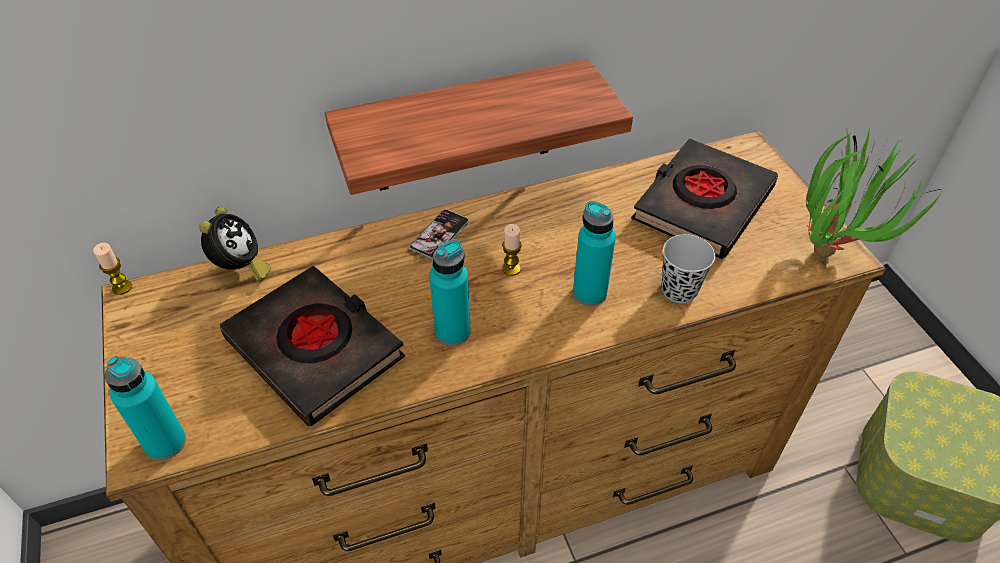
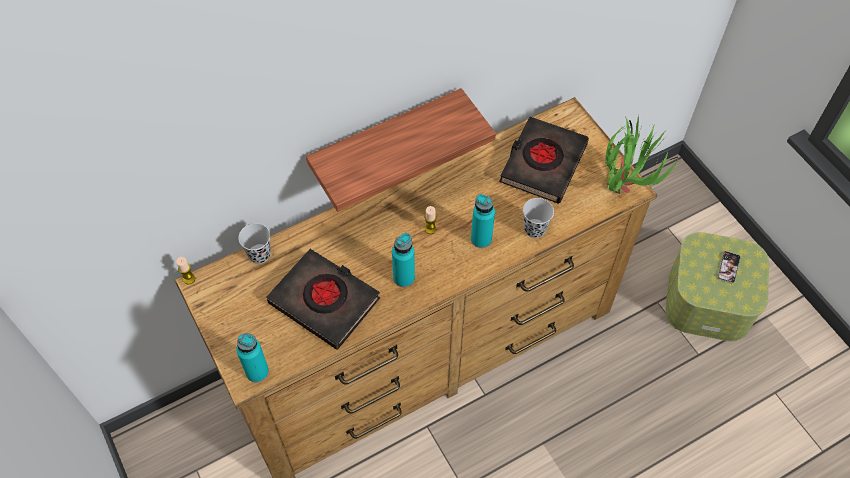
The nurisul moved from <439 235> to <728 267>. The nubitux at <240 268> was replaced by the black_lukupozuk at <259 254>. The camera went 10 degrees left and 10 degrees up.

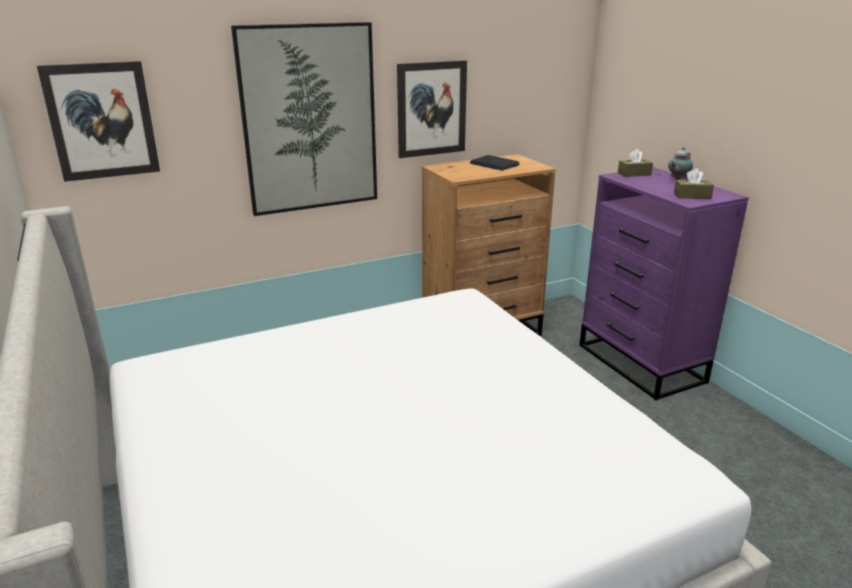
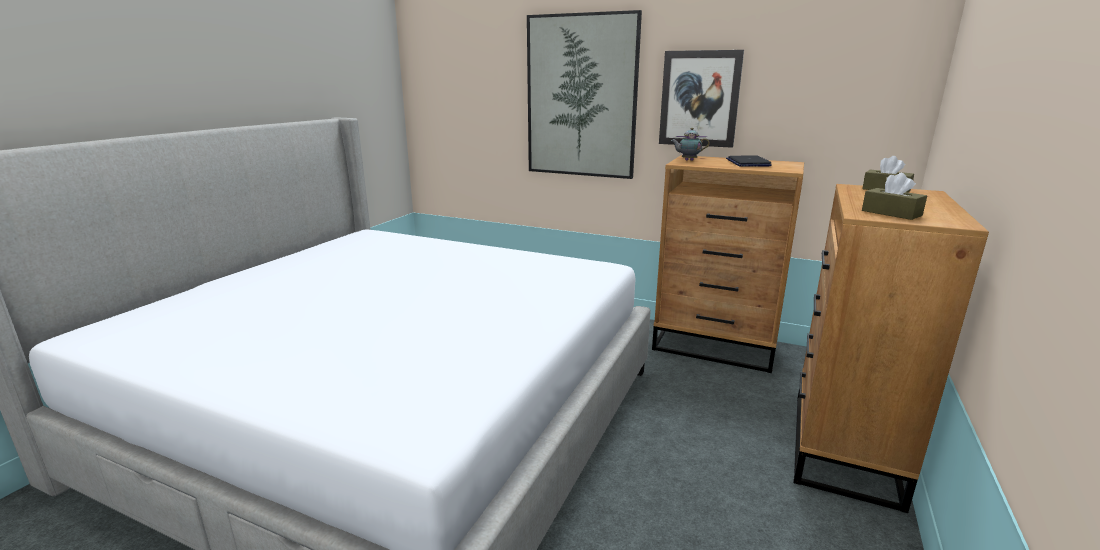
The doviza at <102 121> disappeared. The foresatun moved from <677 179> to <687 160>. The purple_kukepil at <641 364> became the brown_kukepil at <843 448>. The camera went 50 degrees right and 5 degrees down.

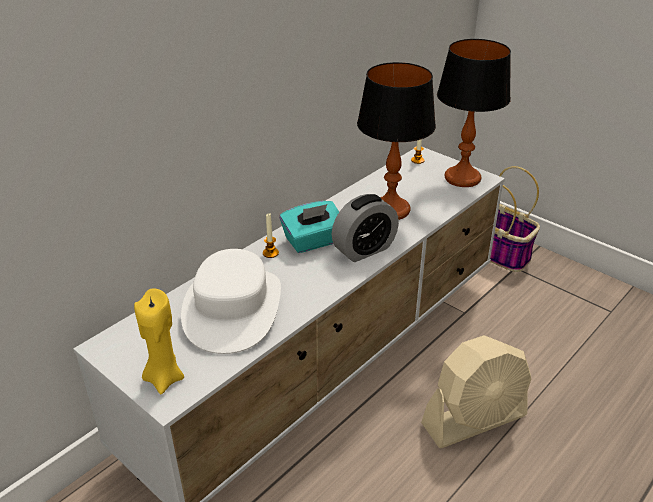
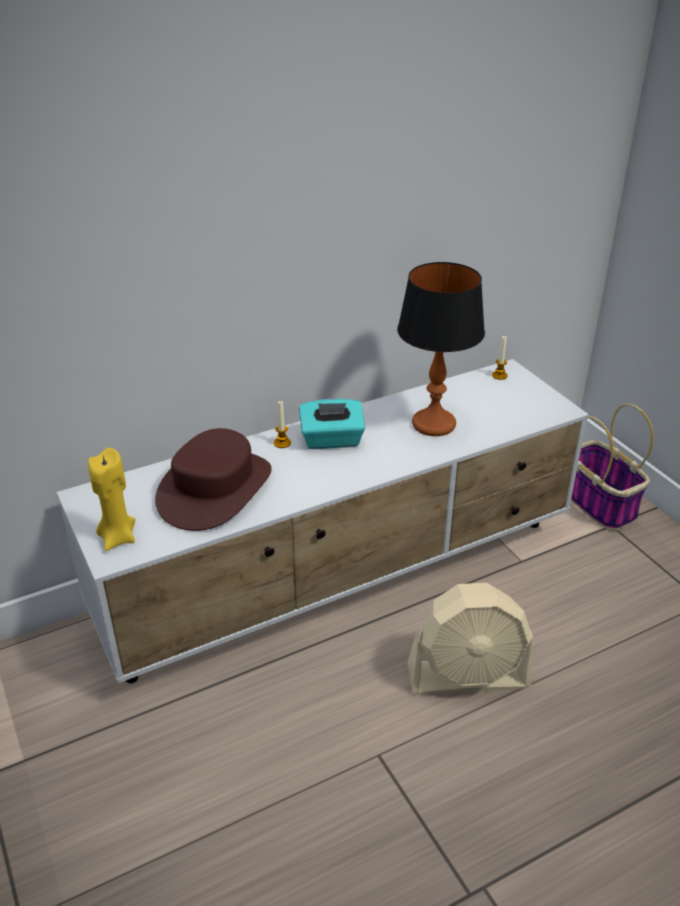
The nubitux at <364 250> disappeared. The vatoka at <462 178> disappeared. The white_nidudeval at <232 308> became the brown_nidudeval at <214 489>. The camera went 20 degrees right and 0 degrees up.

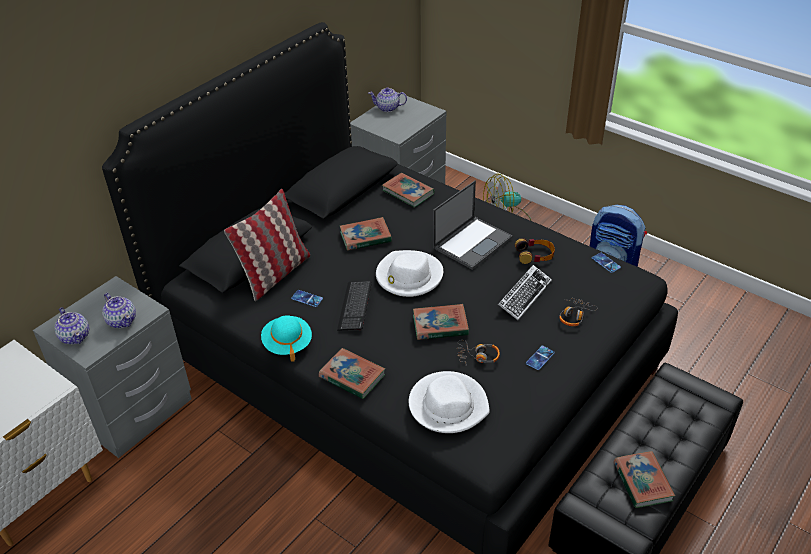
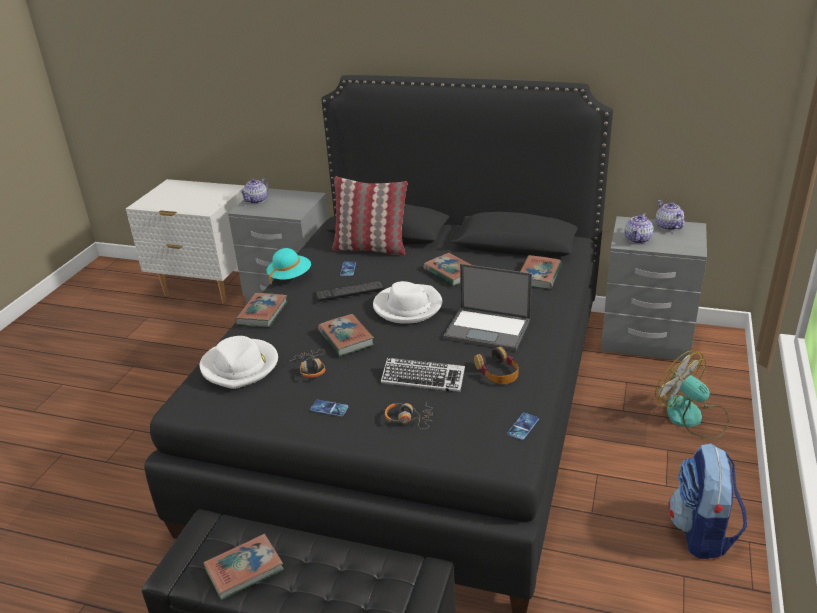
The foresatun moved from <122 320> to <638 239>. The camera went 70 degrees right and 10 degrees down.

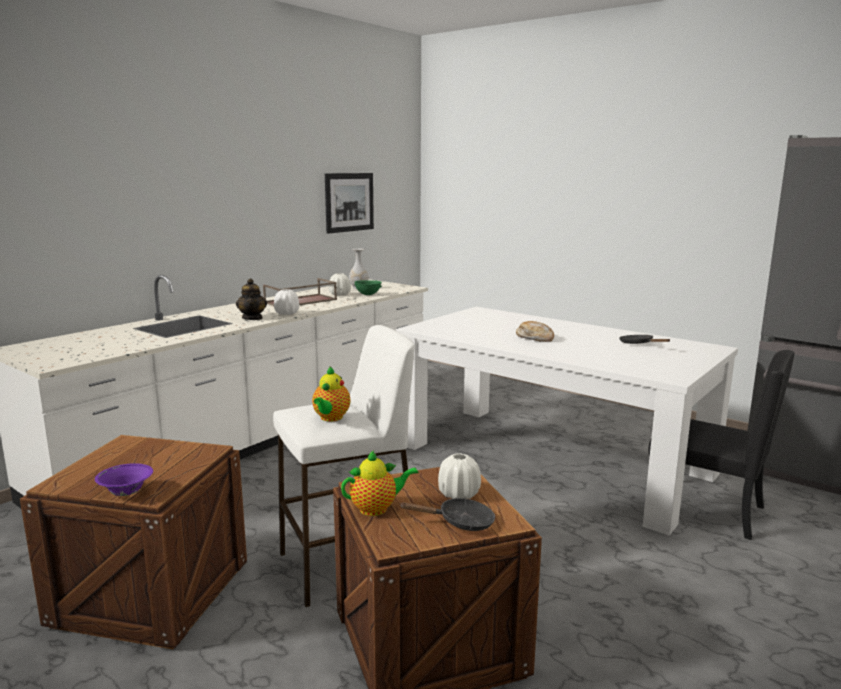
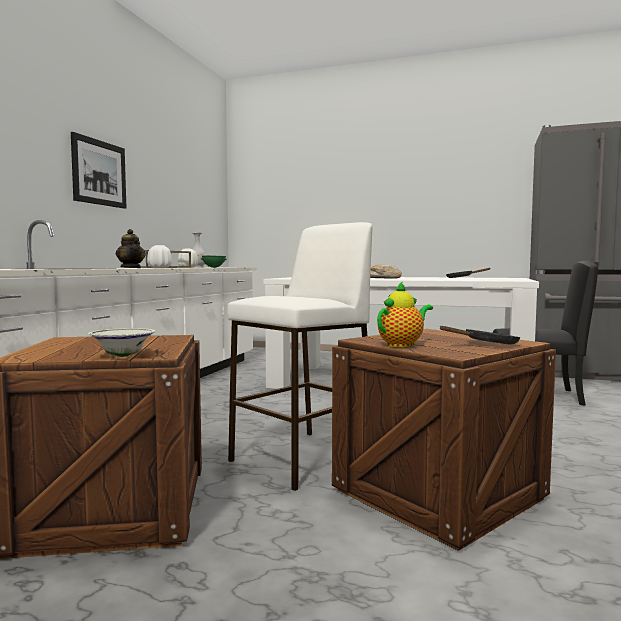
The foresatun at <330 418> disappeared. The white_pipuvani at <459 494> disappeared. The doviza moved from <349 202> to <99 173>. The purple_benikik at <126 493> became the white_benikik at <123 356>. The camera went 20 degrees left and 10 degrees down.

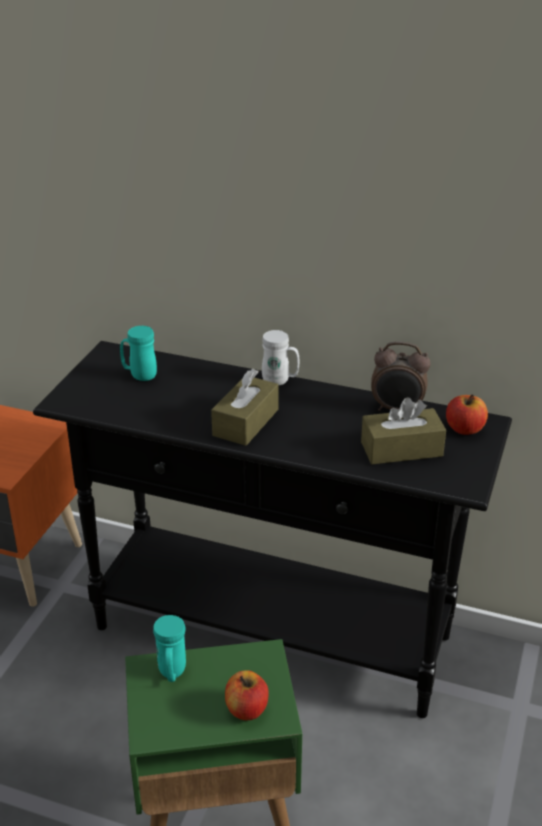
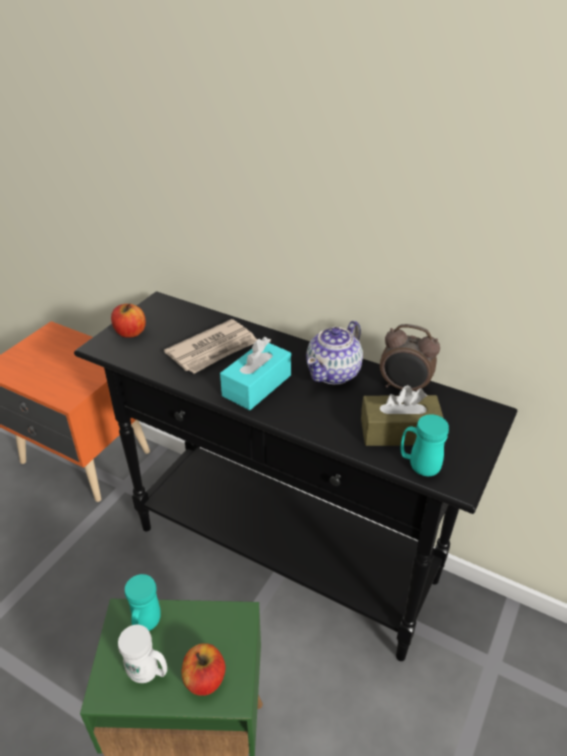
The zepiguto at <213 349> appeared. The foresatun at <334 373> appeared. The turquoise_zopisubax moved from <139 375> to <419 466>. The white_zopisubax moved from <280 381> to <148 673>. The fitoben moved from <464 429> to <130 332>. The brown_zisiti at <246 422> became the turquoise_zisiti at <257 385>. The camera went 10 degrees right and 5 degrees up.

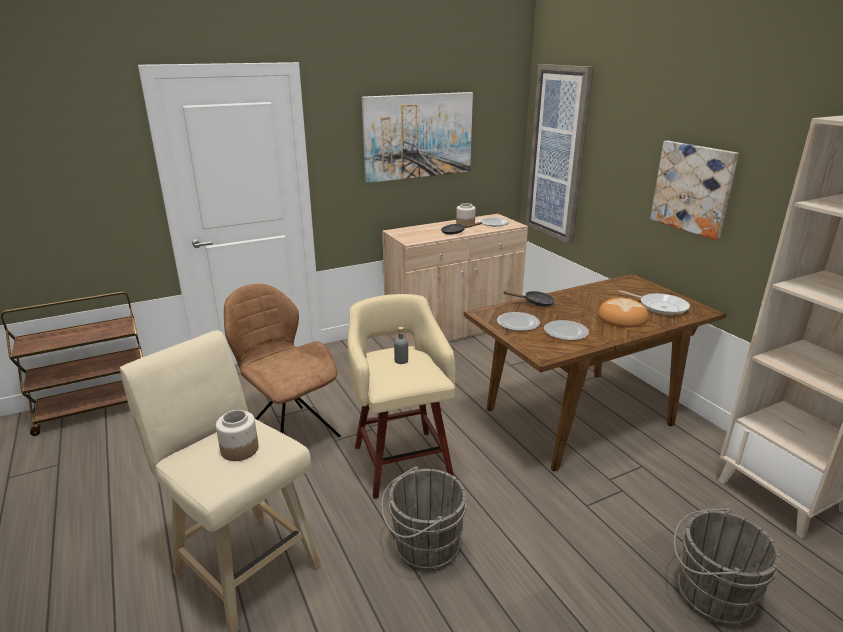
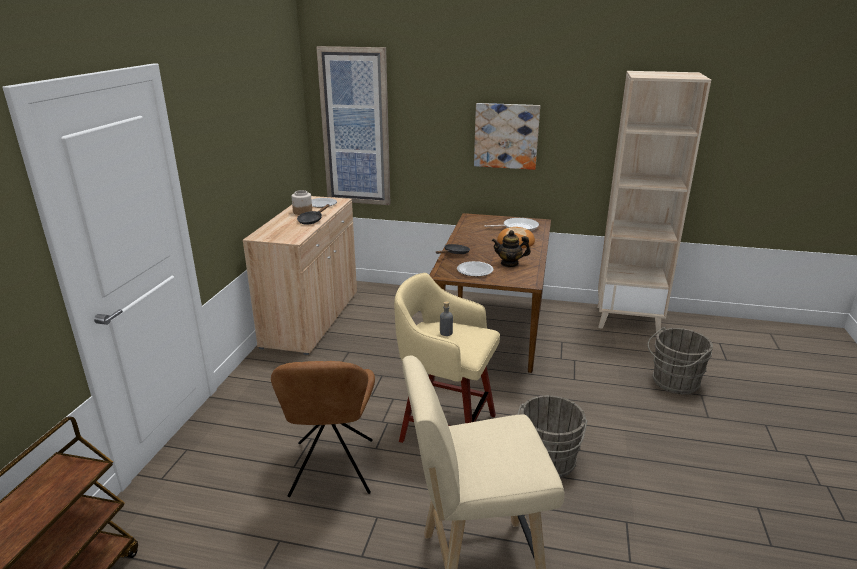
The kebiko at <239 450> disappeared. The doviza at <418 136> disappeared. The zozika at <566 332> was replaced by the foresatun at <509 263>. The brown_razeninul at <289 434> turned 90 degrees counterclockwise. The camera went 50 degrees left and 0 degrees up.

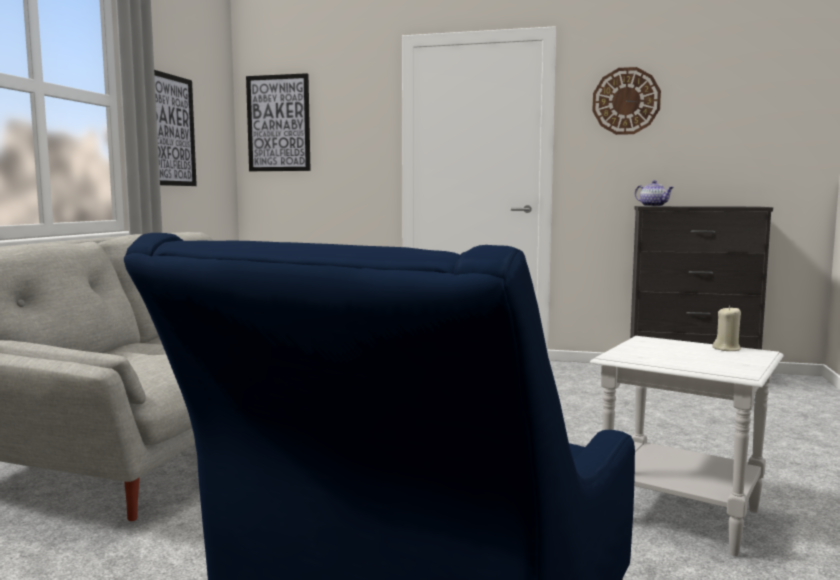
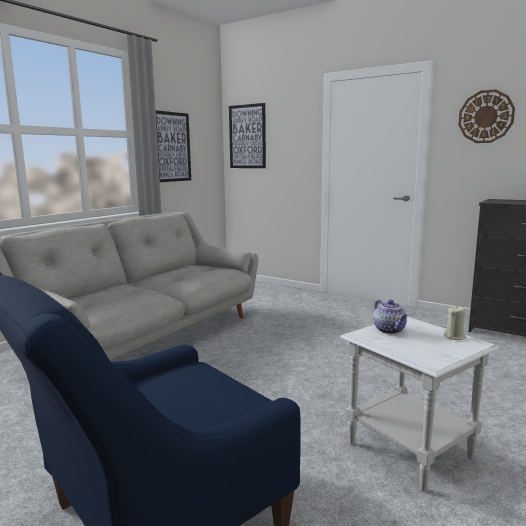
The foresatun moved from <654 206> to <390 330>. The camera went 20 degrees right and 5 degrees up.

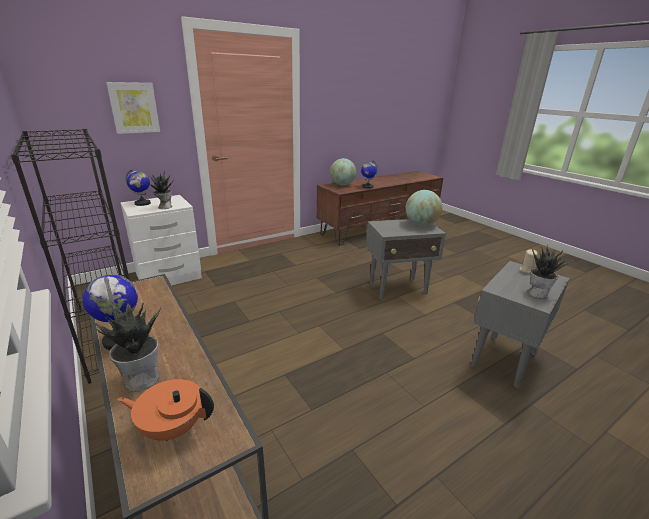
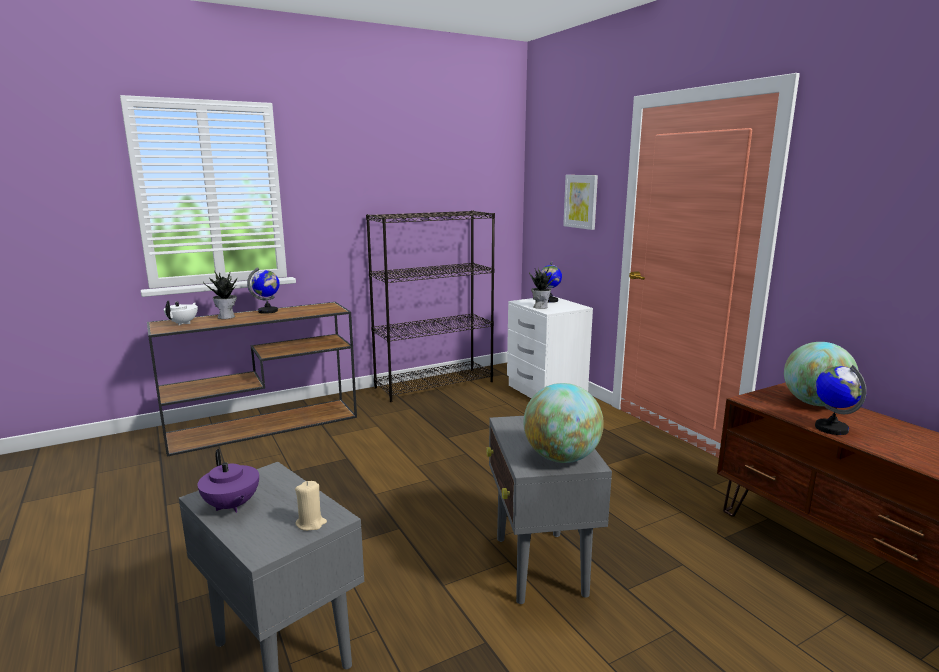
The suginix at <537 293> was replaced by the purple_foresatun at <231 506>. The orange_foresatun at <172 427> became the white_foresatun at <183 323>. The camera went 95 degrees right and 10 degrees down.

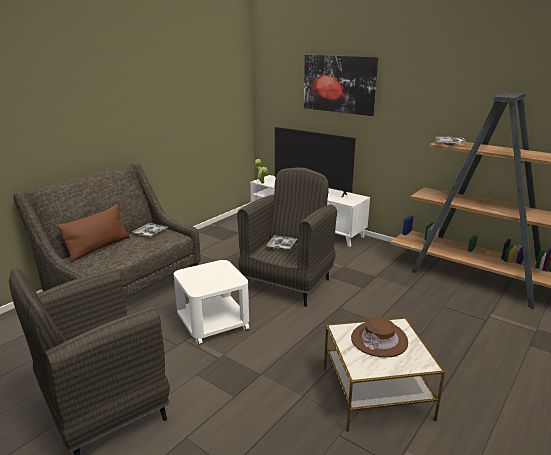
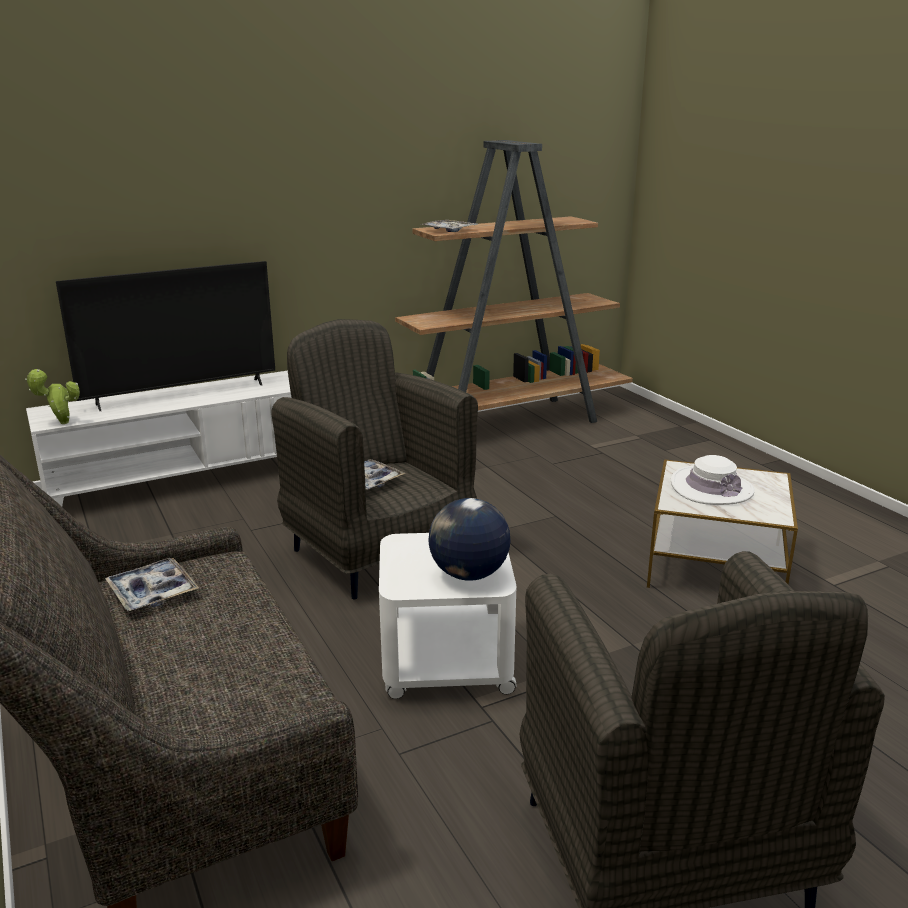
The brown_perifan at <98 248> disappeared. The doviza at <339 84> disappeared. The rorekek at <468 574> appeared. The brown_nidudeval at <379 340> became the white_nidudeval at <711 488>. The camera went 65 degrees left and 0 degrees up.

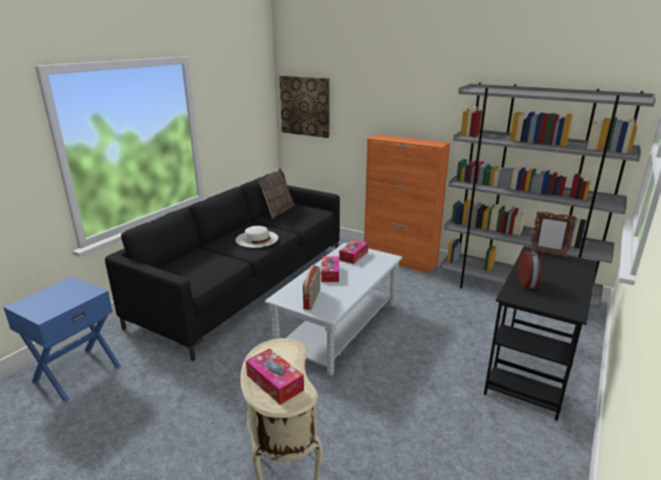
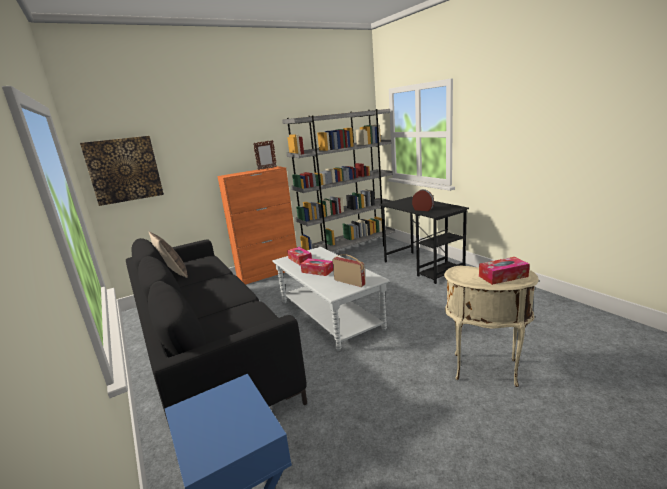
The white_nidudeval at <257 239> disappeared. The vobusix moved from <547 253> to <267 168>. The camera went 60 degrees left and 5 degrees down.

